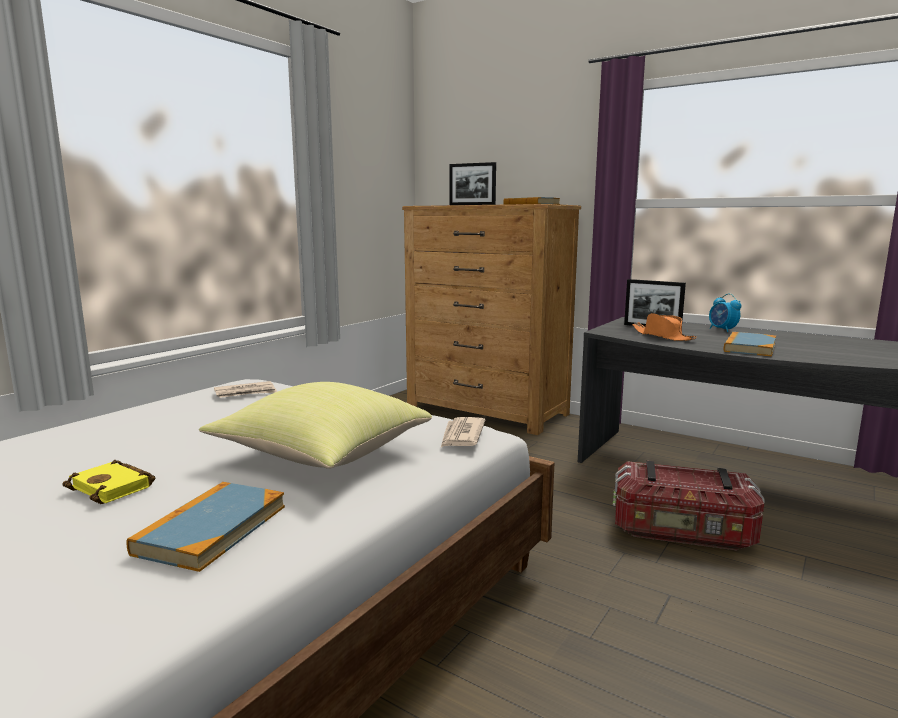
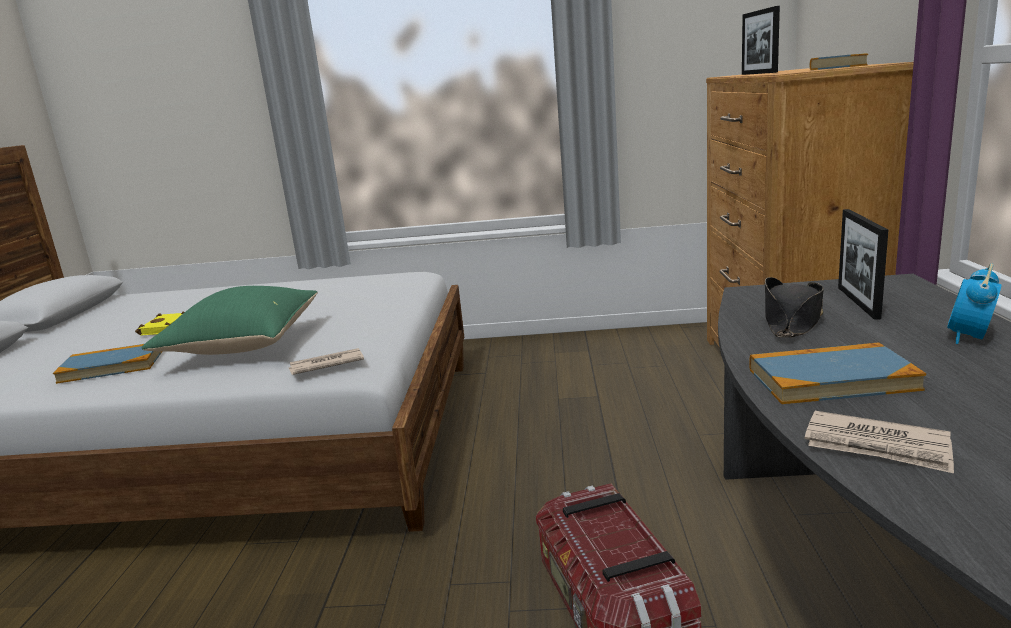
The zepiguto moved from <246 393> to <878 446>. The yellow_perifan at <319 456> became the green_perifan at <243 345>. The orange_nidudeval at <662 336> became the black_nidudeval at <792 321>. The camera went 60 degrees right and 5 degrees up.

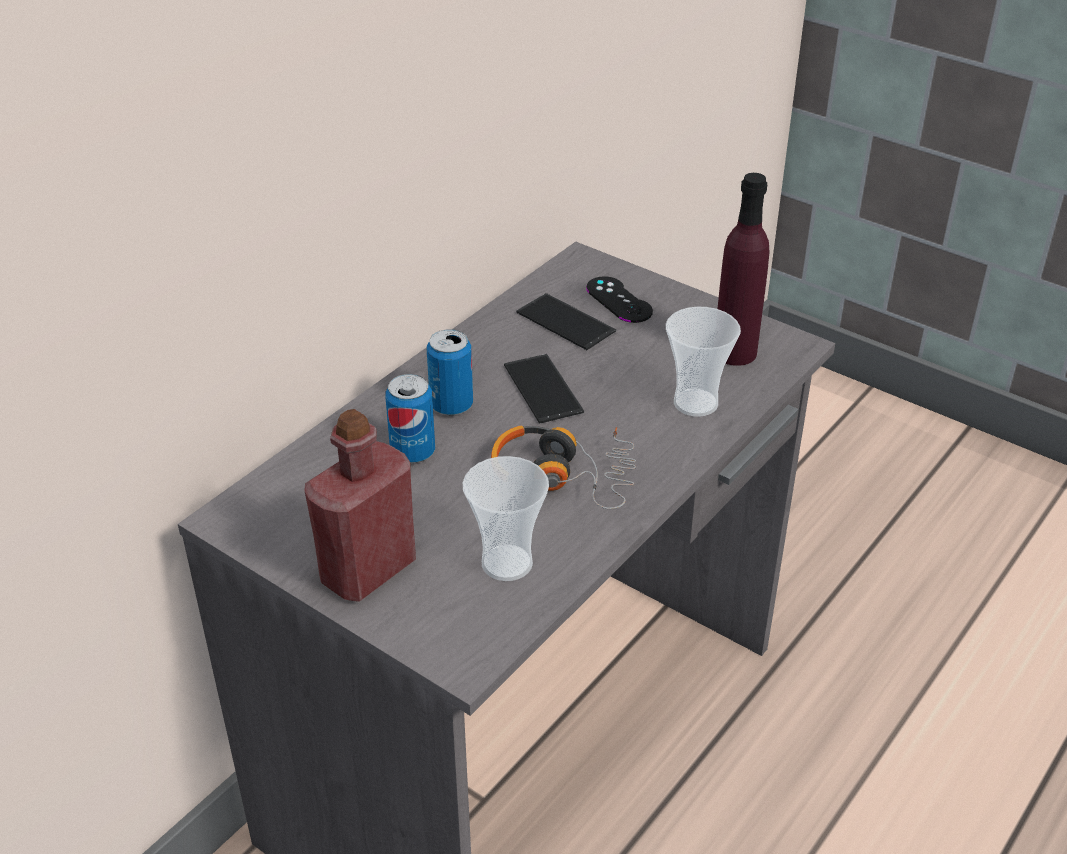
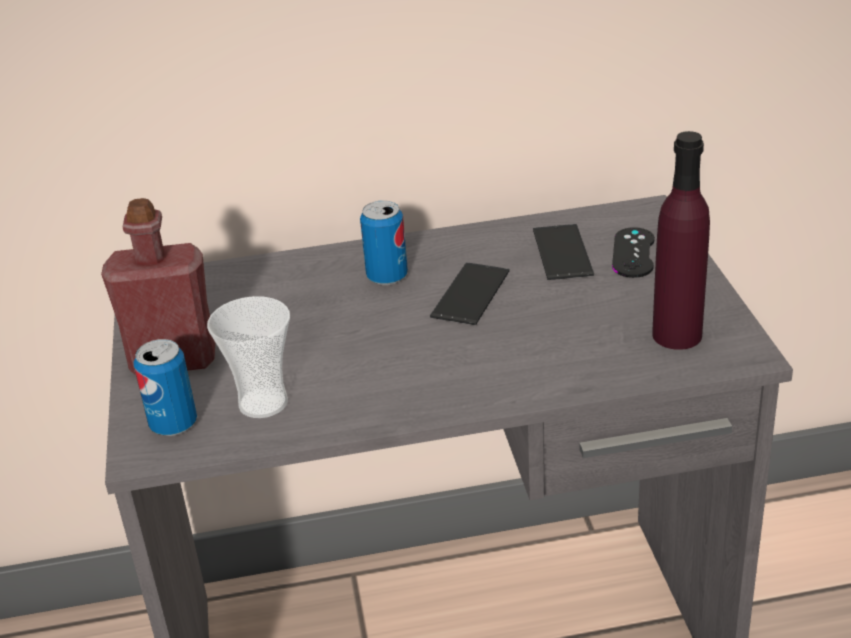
The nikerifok at <563 475> disappeared. The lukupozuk at <695 403> disappeared. The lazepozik moved from <413 452> to <173 424>. The camera went 45 degrees right and 5 degrees down.

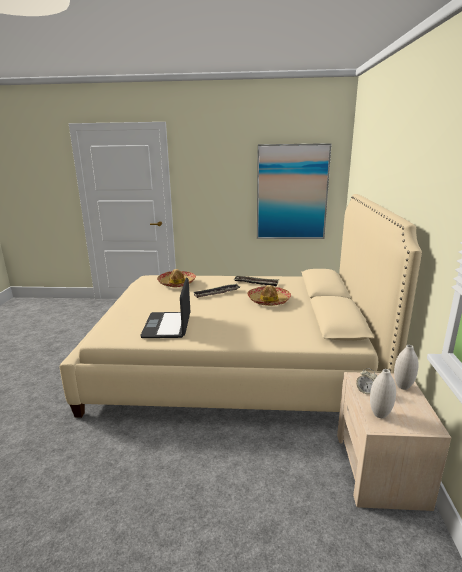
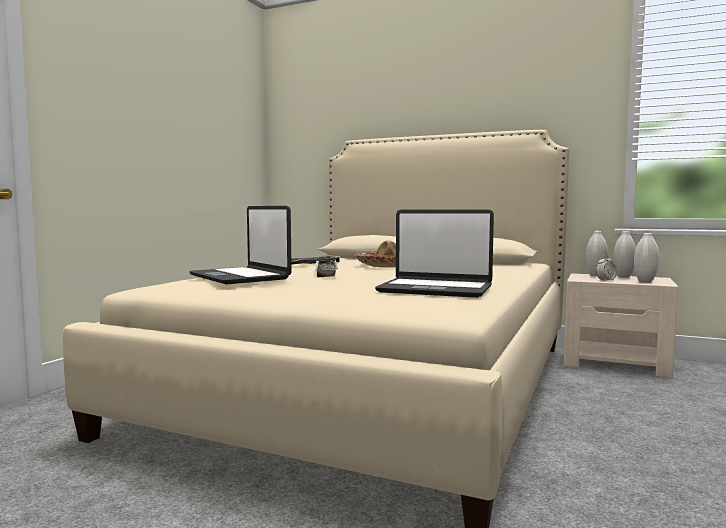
The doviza at <292 193> disappeared. The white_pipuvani at <623 277> appeared. The nidudeval at <177 283> was replaced by the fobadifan at <240 277>. The camera went 70 degrees left and 15 degrees down.

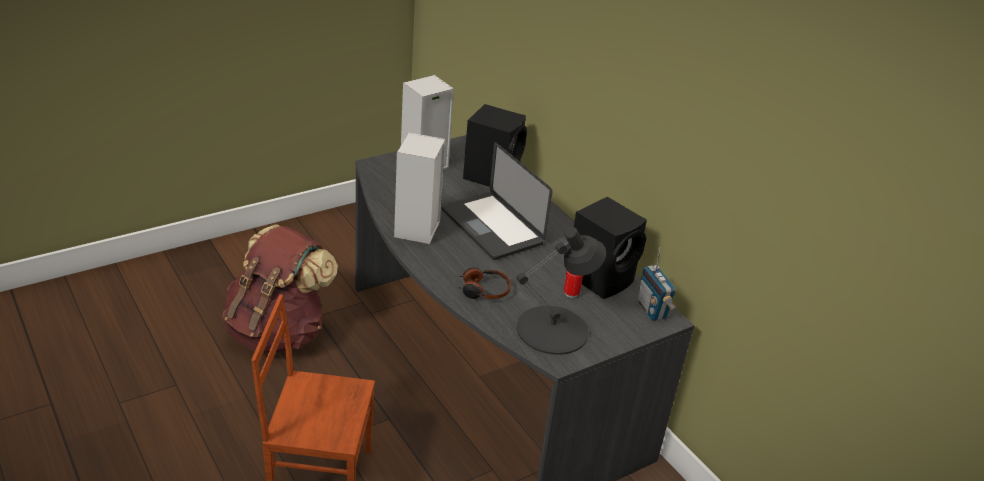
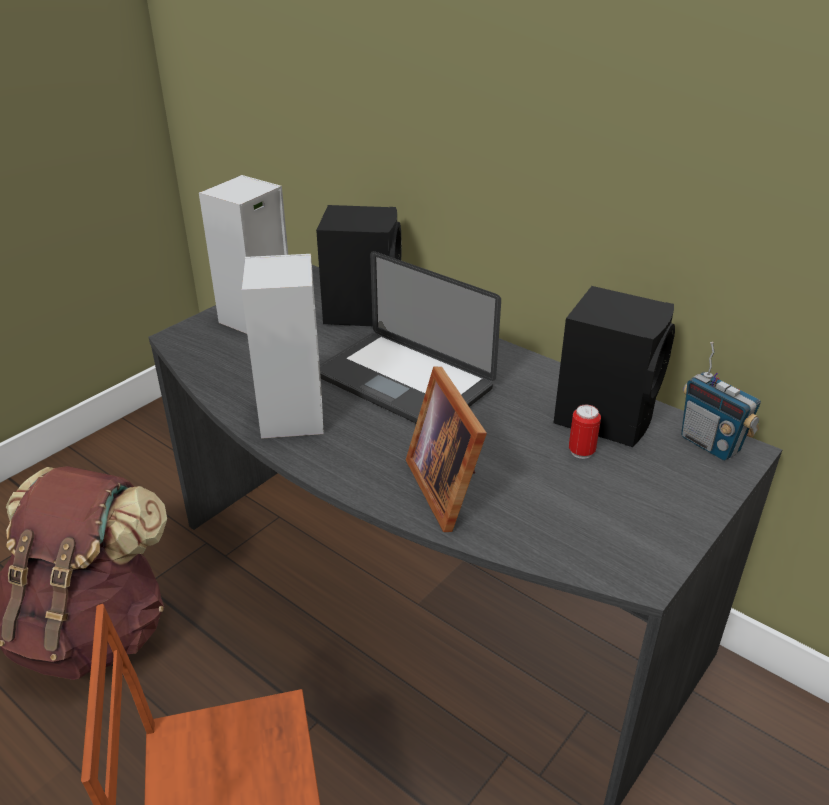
The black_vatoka at <554 330> disappeared. The nikerifok at <483 290> was replaced by the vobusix at <449 486>. The camera went 15 degrees left and 0 degrees up.

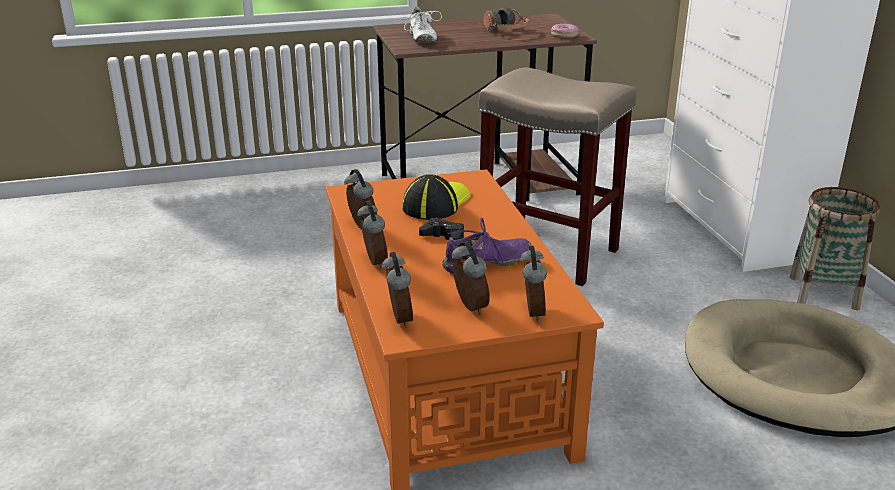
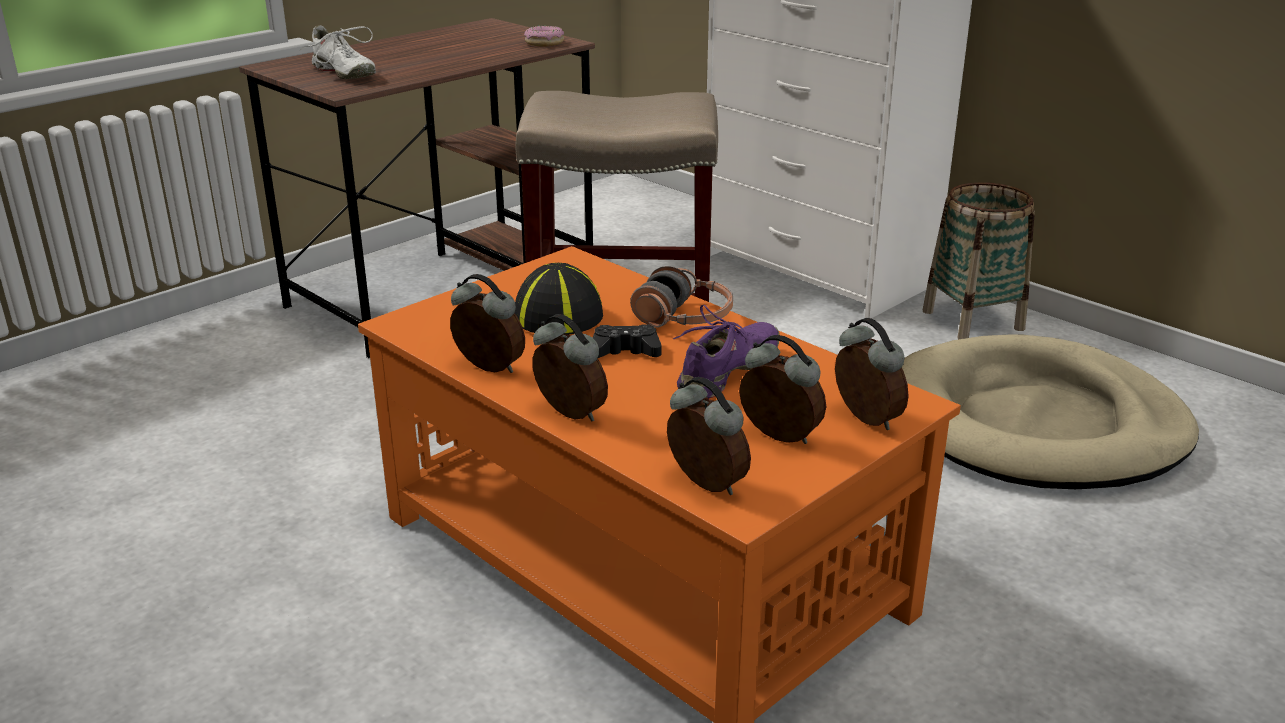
The nikerifok moved from <505 31> to <683 319>. The camera went 30 degrees left and 0 degrees up.

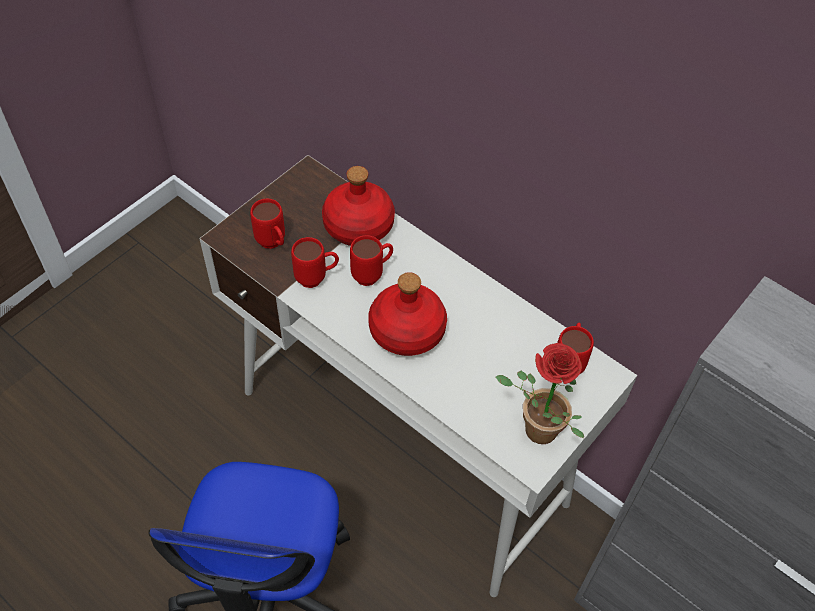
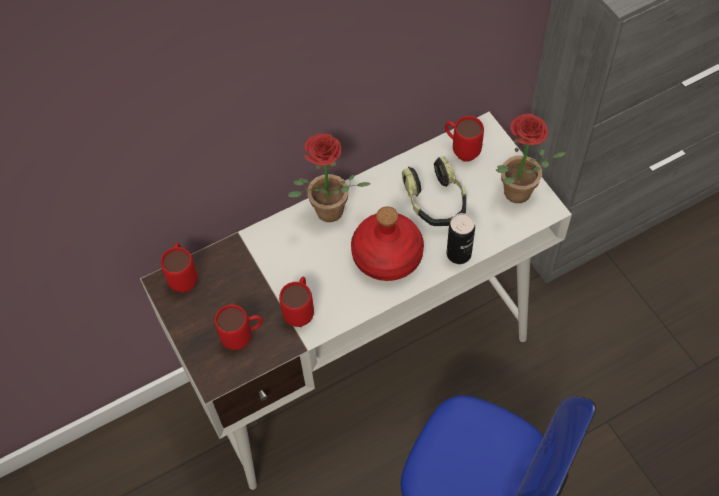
The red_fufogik at <359 225> disappeared. The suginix at <326 215> appeared. The nikerifok at <435 201> appeared. The lazepozik at <458 254> appeared. The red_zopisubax moved from <372 275> to <184 277>. The camera went 65 degrees left and 5 degrees up.

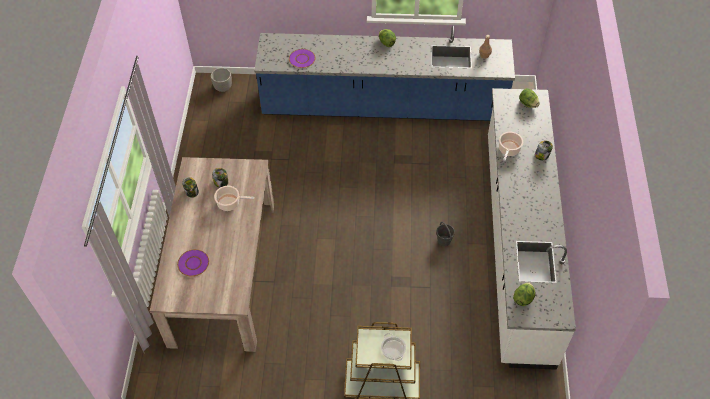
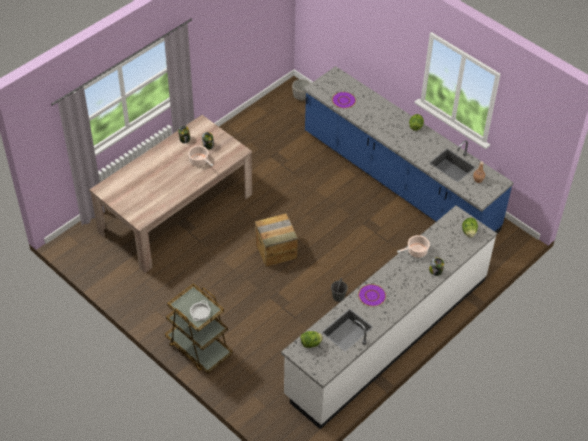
The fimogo at <276 250> appeared. The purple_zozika moved from <193 263> to <372 296>. The camera went 40 degrees right and 5 degrees down.

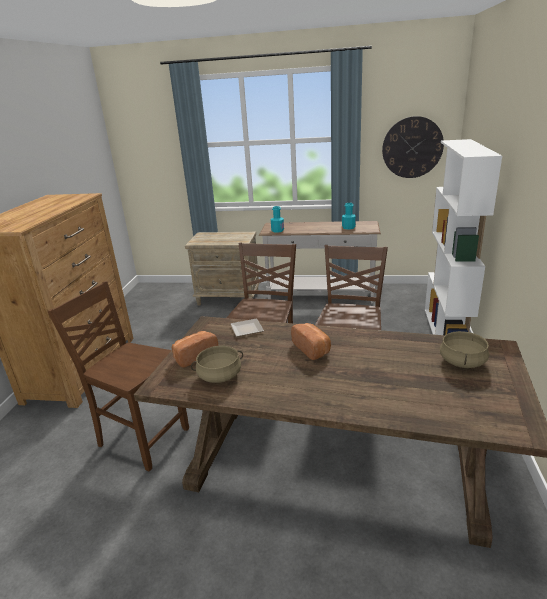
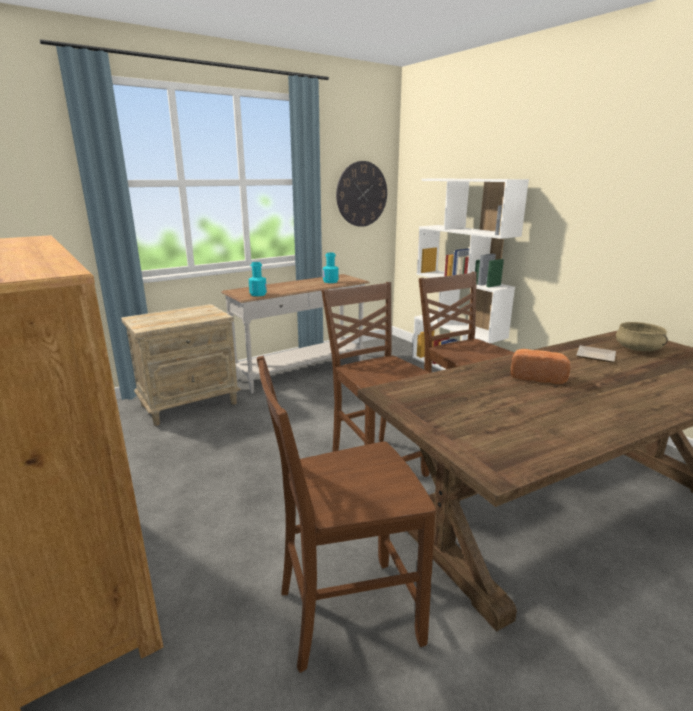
The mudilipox at <194 356> disappeared. The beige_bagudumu at <219 375> disappeared. The zozika moved from <246 330> to <596 356>. The camera went 45 degrees left and 5 degrees down.

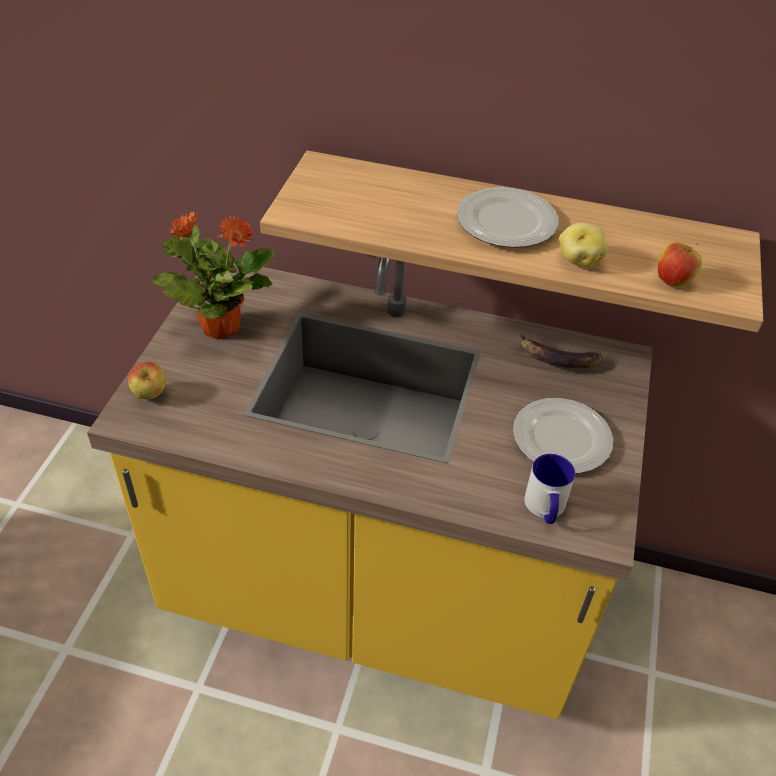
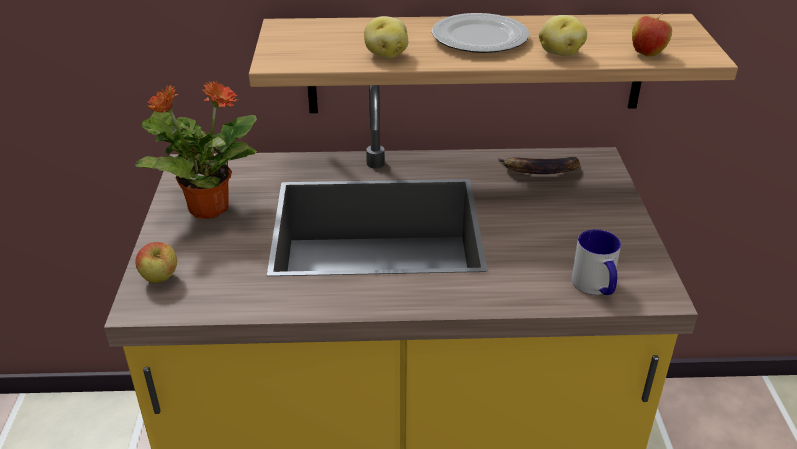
The zozika at <562 439> disappeared. The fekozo at <386 54> appeared. The camera went 15 degrees left and 10 degrees down.

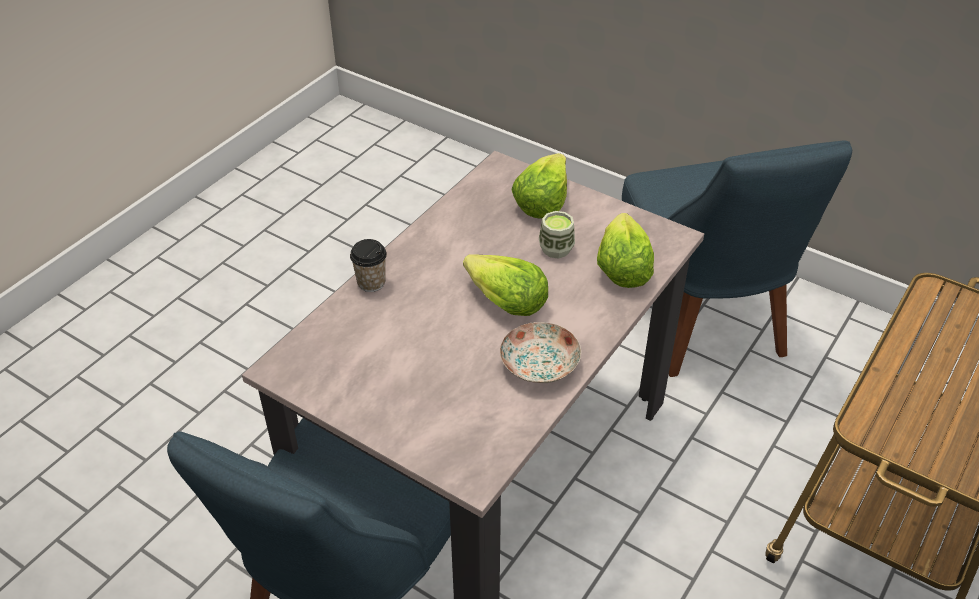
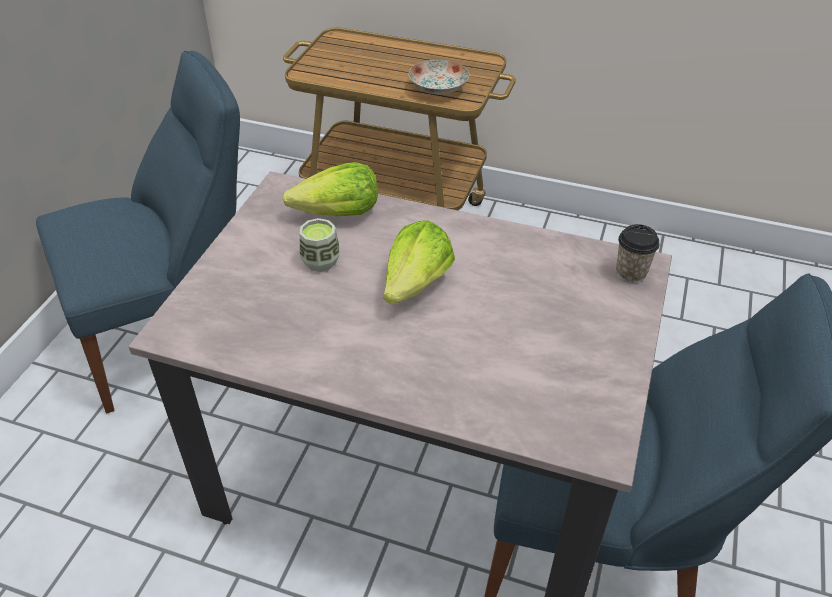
The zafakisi at <542 201> disappeared. The lukupozuk moved from <371 283> to <630 273>. The zozika moved from <539 364> to <437 88>. The camera went 105 degrees left and 0 degrees up.

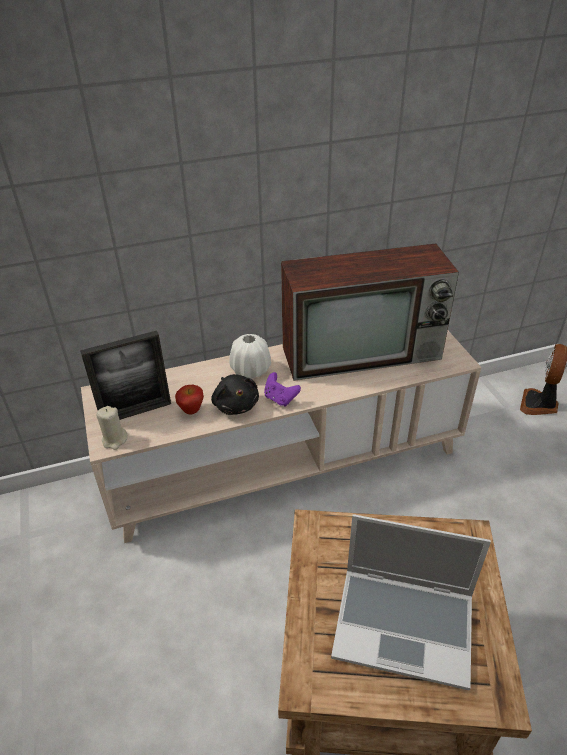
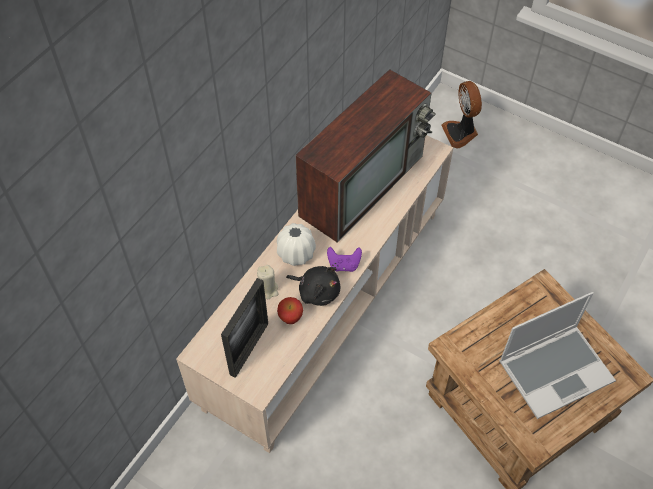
The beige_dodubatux moved from <114 440> to <268 289>. The camera went 40 degrees left and 15 degrees up.

